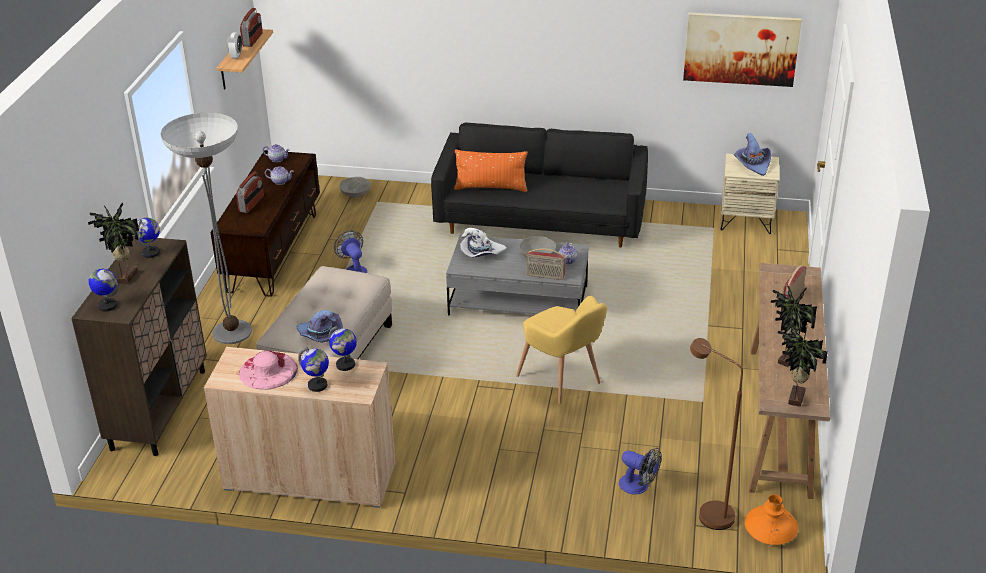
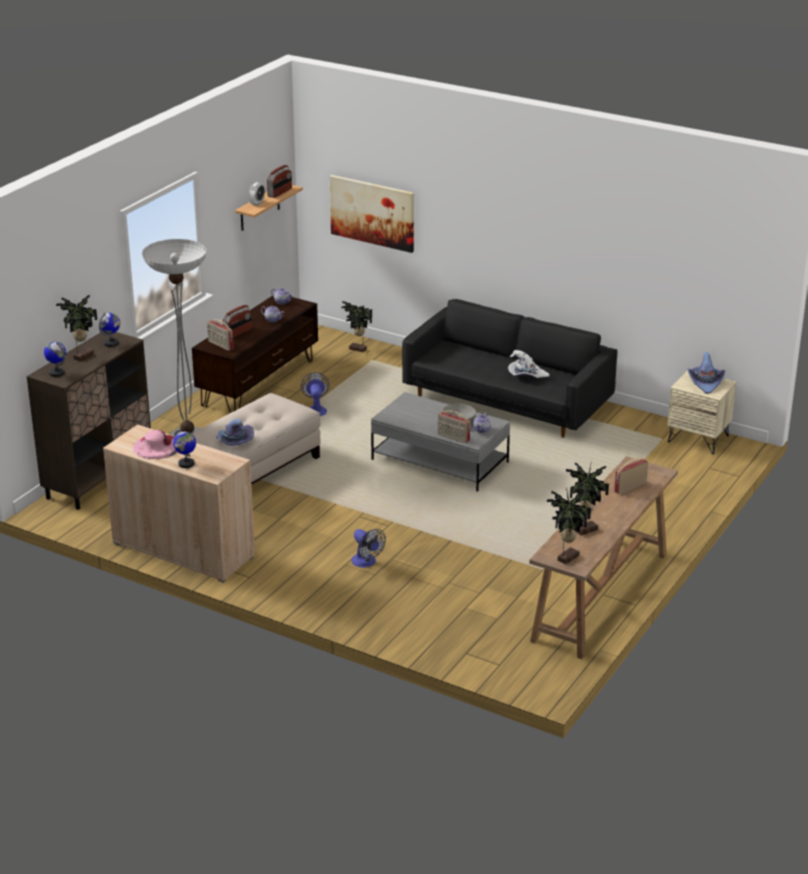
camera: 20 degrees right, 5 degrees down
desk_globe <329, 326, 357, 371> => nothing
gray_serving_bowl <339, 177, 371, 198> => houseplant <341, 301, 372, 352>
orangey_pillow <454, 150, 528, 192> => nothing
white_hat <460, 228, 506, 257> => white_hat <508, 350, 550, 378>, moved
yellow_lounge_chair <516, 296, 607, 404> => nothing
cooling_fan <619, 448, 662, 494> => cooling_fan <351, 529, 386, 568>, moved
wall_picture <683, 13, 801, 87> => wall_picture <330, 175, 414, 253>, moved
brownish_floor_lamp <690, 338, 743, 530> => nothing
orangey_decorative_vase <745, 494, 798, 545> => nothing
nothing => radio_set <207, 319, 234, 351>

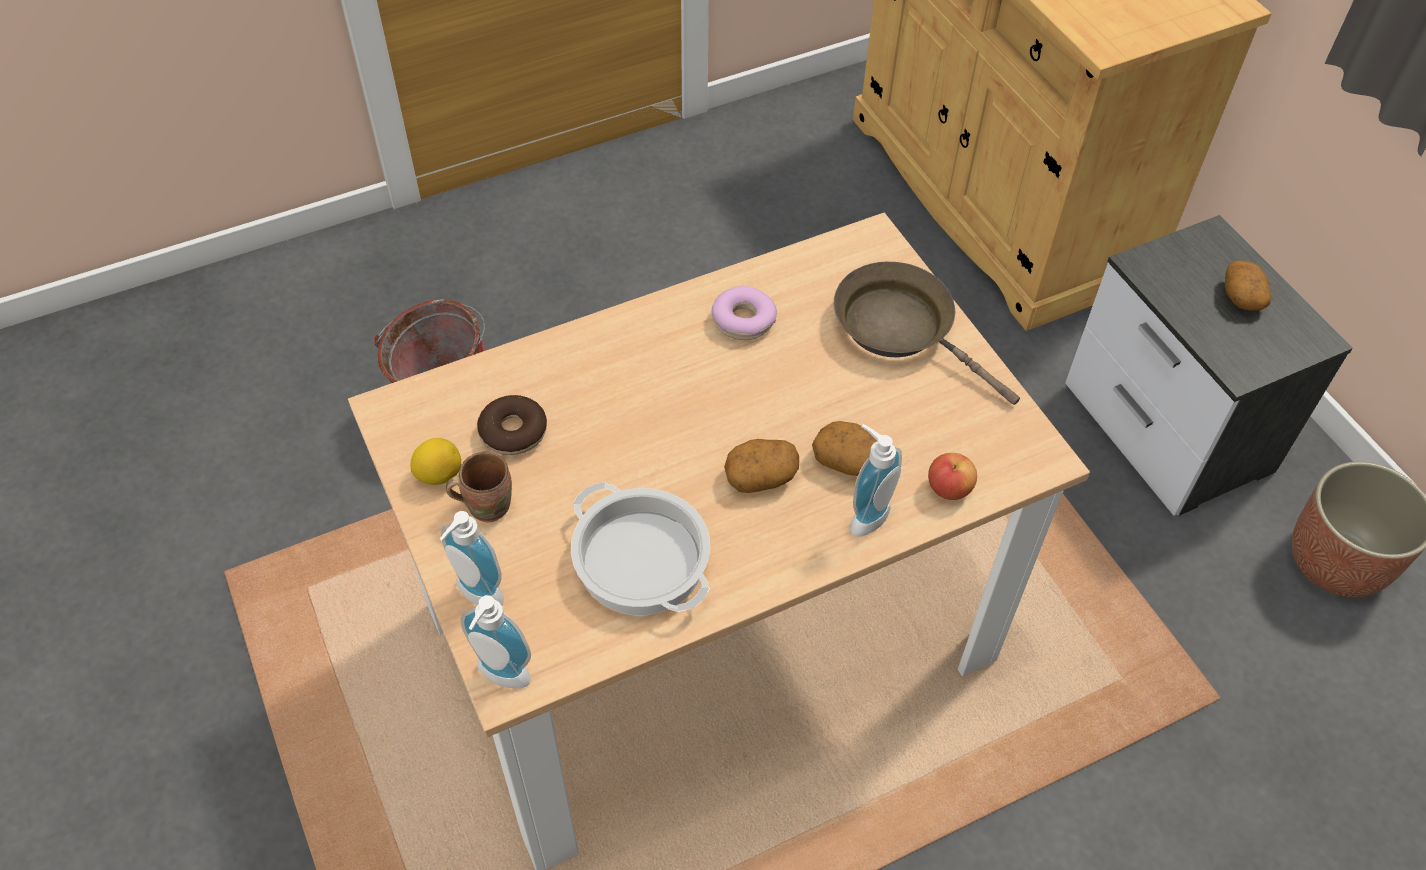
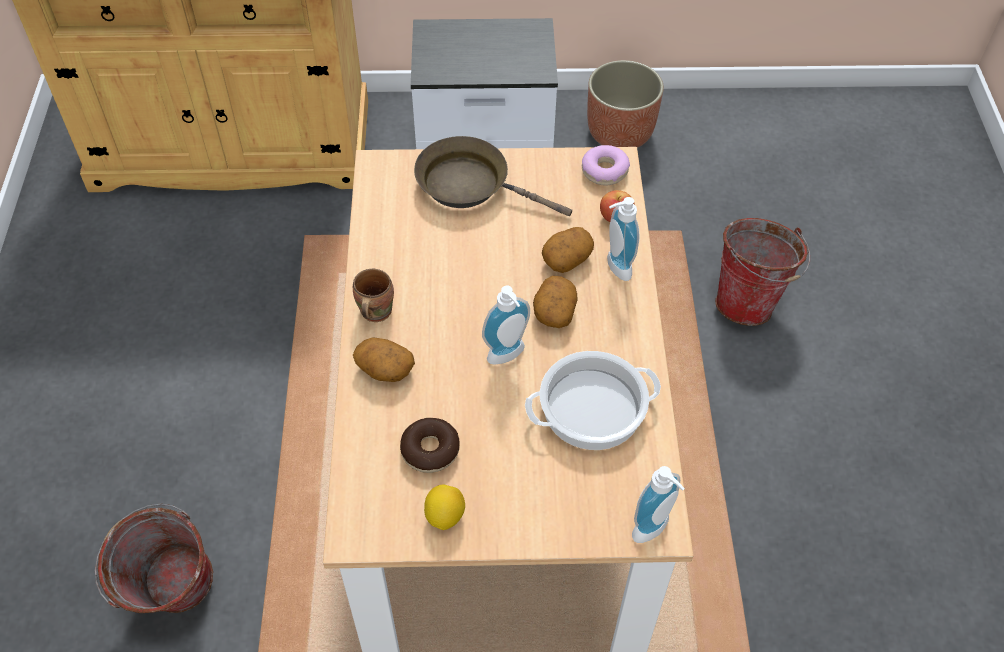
camera: 65 degrees left, 0 degrees up
soap_bottle <440, 511, 504, 605> => soap_bottle <482, 286, 530, 365>, moved
brownish_tea_mug <446, 452, 512, 522> => brownish_tea_mug <353, 269, 394, 322>, moved
doughnut <712, 286, 777, 340> => doughnut <582, 145, 630, 186>, moved
brownish_skillet <834, 262, 1020, 405> => brownish_skillet <414, 136, 572, 216>, 45 degrees clockwise
potato <1225, 260, 1271, 311> => potato <353, 337, 415, 382>, moved
nothing => bucket <715, 218, 810, 326>

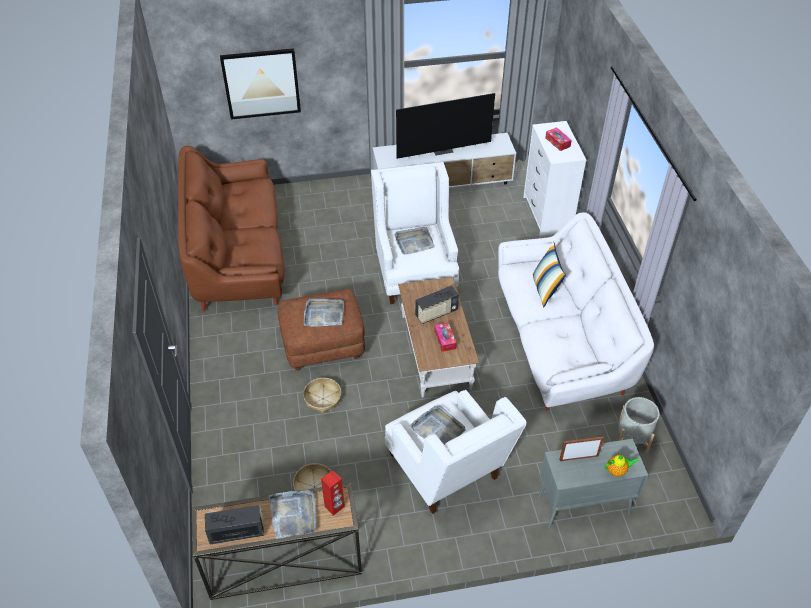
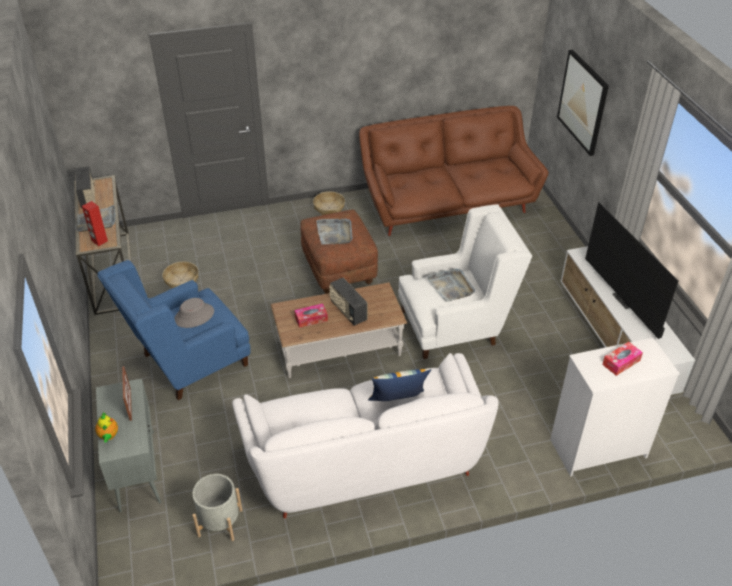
camera: 85 degrees right, 5 degrees down
household_basket <303, 378, 342, 413> => household_basket <313, 192, 345, 215>, moved
white_lounge_chair <385, 390, 527, 514> => blue_lounge_chair <97, 260, 251, 400>
gray_tray <409, 405, 465, 445> => gray_hat <174, 298, 214, 328>

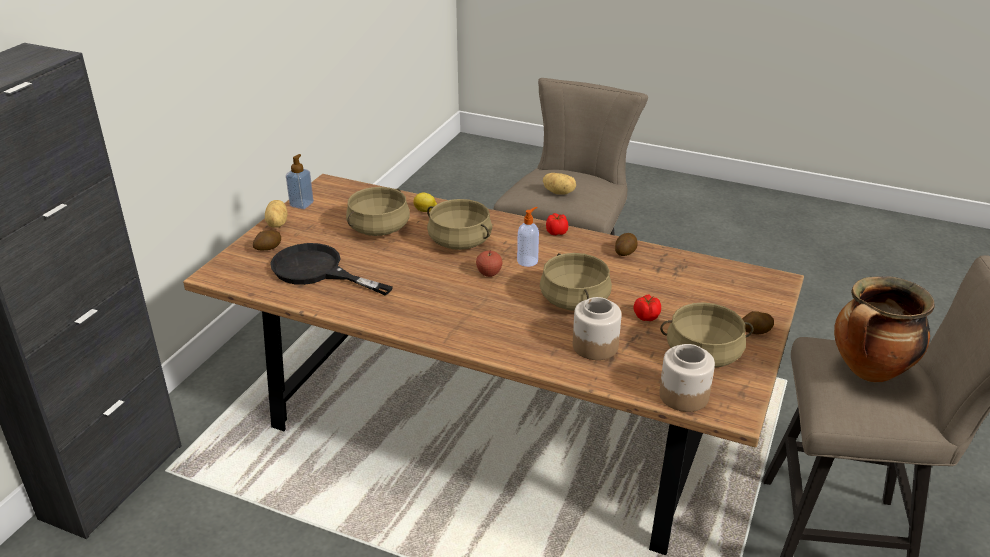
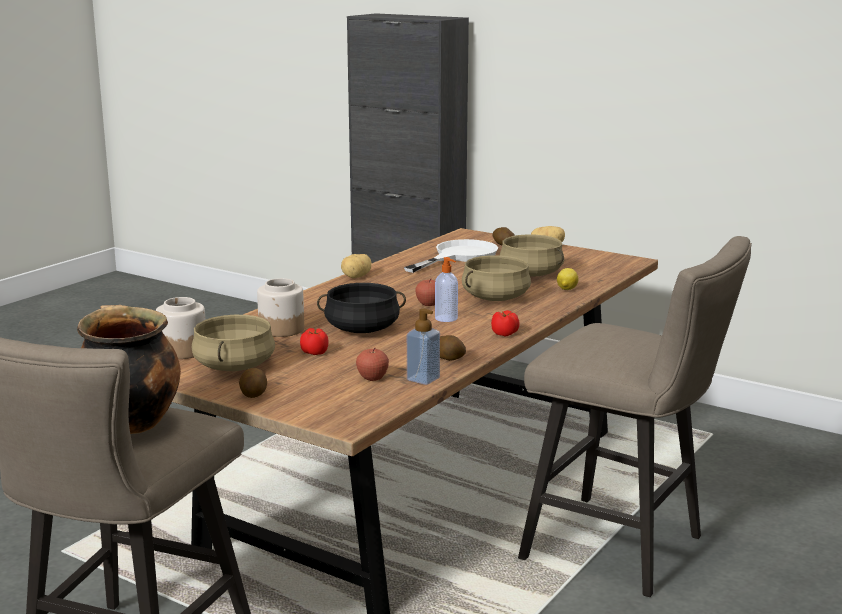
camera: 100 degrees right, 15 degrees down
blackish_skillet <270, 243, 393, 295> => white_skillet <404, 239, 498, 273>
soap_bottle <286, 154, 314, 209> => soap_bottle <407, 309, 440, 385>, moved
beige_cooking_pot <540, 253, 612, 311> => blackish_cooking_pot <317, 283, 406, 333>
potato <543, 173, 576, 195> => potato <341, 254, 371, 278>, moved
nothing => apple <356, 348, 389, 381>

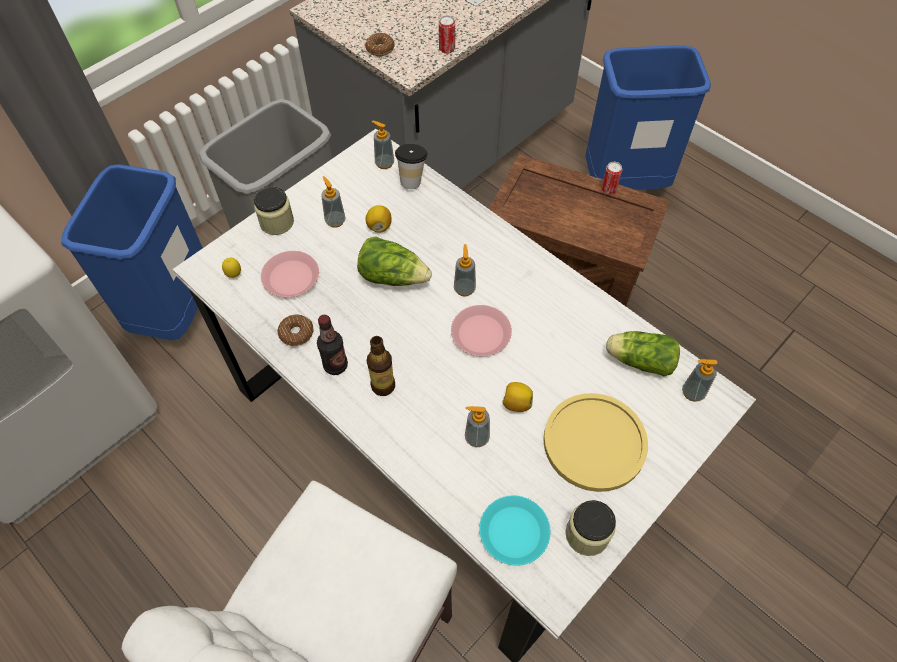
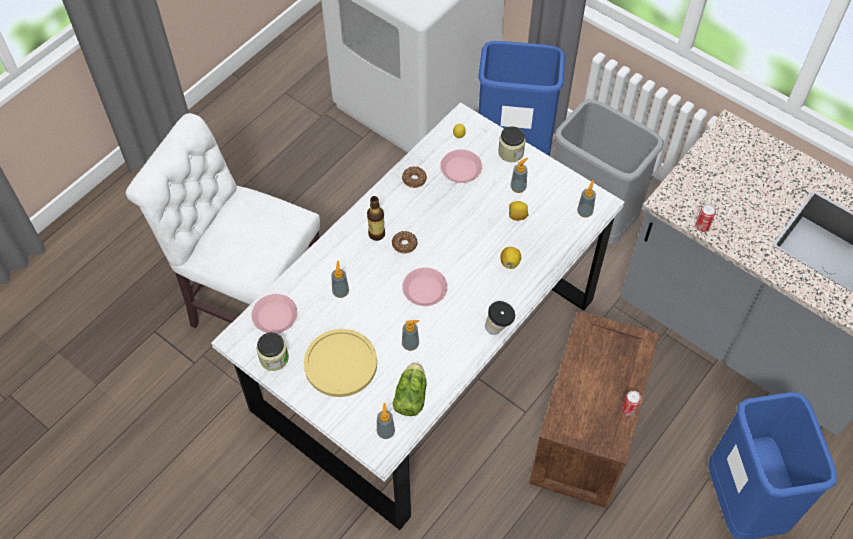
camera: 85 degrees right, 0 degrees up
beverage_bottle <317, 315, 348, 375> => nothing
lettuce <357, 237, 432, 286> => nothing
doughnut <365, 33, 395, 56> => doughnut <392, 231, 418, 254>, moved
cup <395, 144, 428, 189> => cup <485, 301, 515, 335>, moved
soap_bottle <454, 244, 476, 297> => soap_bottle <402, 320, 419, 351>, moved
turquoise_dinner_plate <479, 495, 550, 566> => pink-coloured_dinner_plate <252, 294, 297, 333>
lemon <503, 382, 533, 412> => lemon <500, 247, 521, 269>, moved

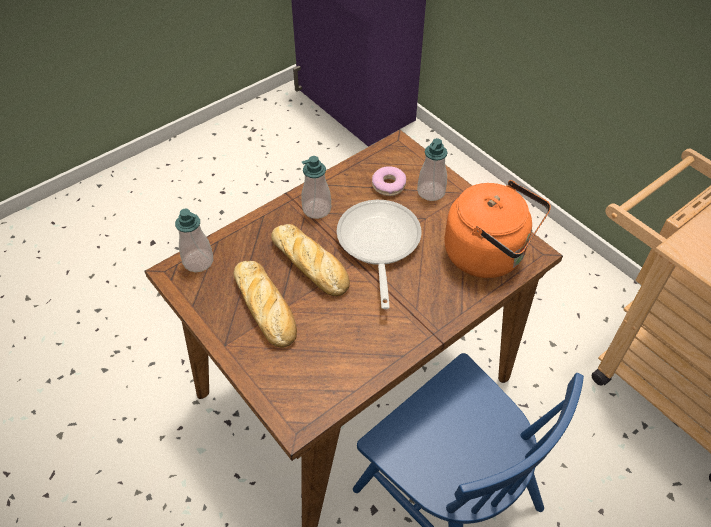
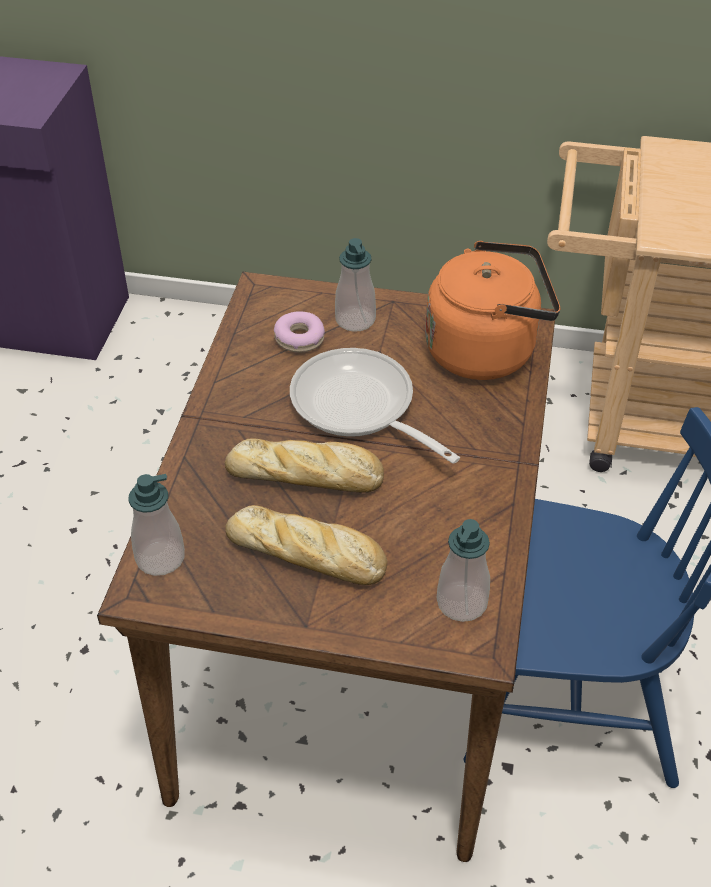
camera: 40 degrees left, 5 degrees down
soap_bottle <302, 156, 331, 219> => soap_bottle <437, 519, 490, 622>, moved

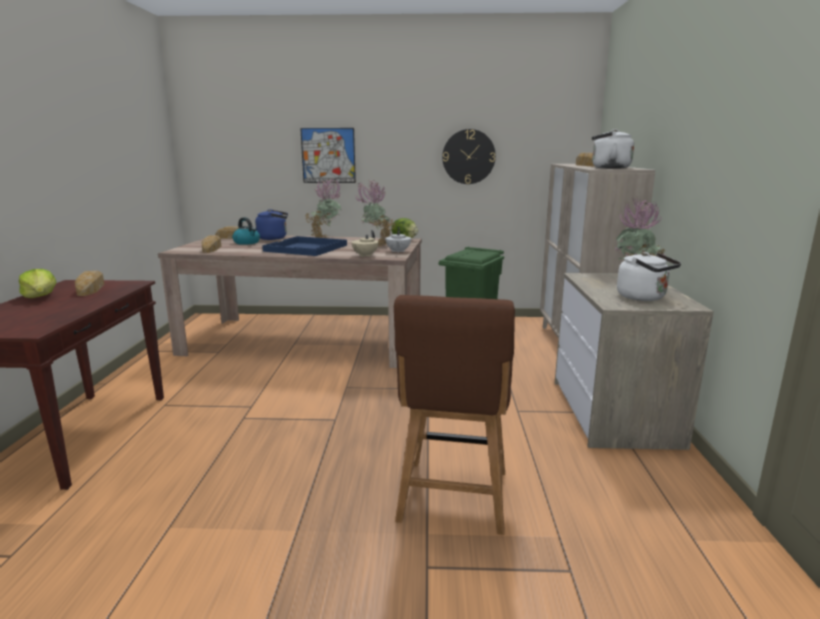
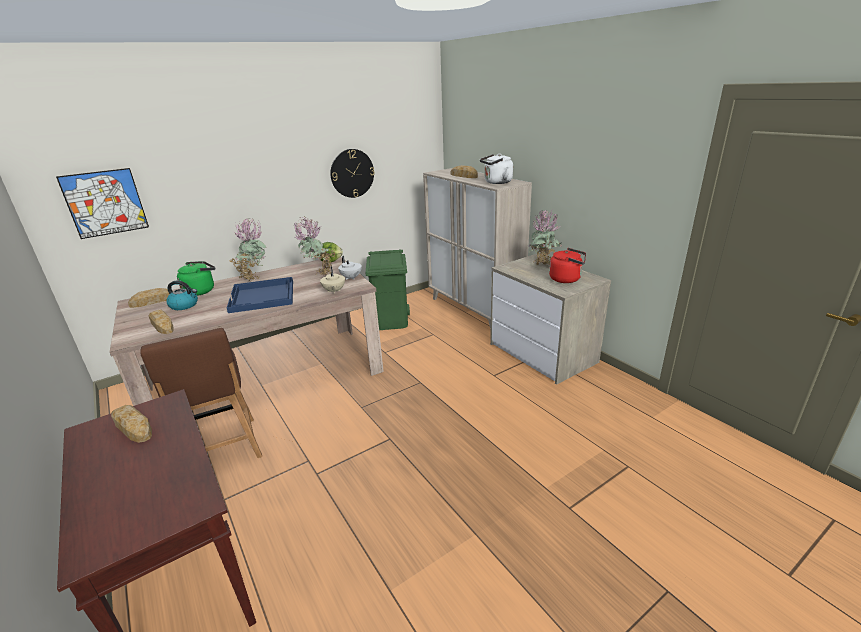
camera: 35 degrees left, 10 degrees up
lettuce <19, 269, 56, 298> => nothing
blue_kettle <255, 209, 288, 240> => green-coloured_kettle <177, 261, 215, 296>
wall_picture <300, 128, 356, 183> => wall_picture <56, 168, 149, 239>, moved
brownish_upright_chair <394, 295, 515, 535> => brownish_upright_chair <140, 328, 262, 458>, moved
white_kettle <617, 252, 681, 301> => red_kettle <549, 248, 586, 283>

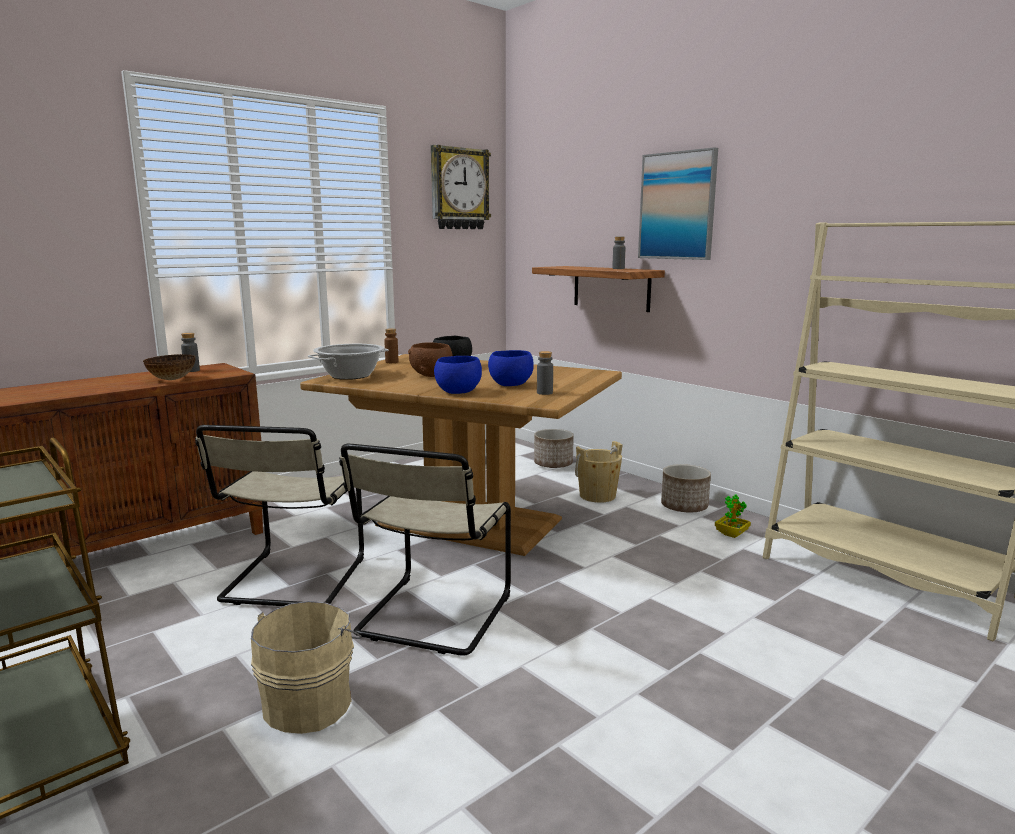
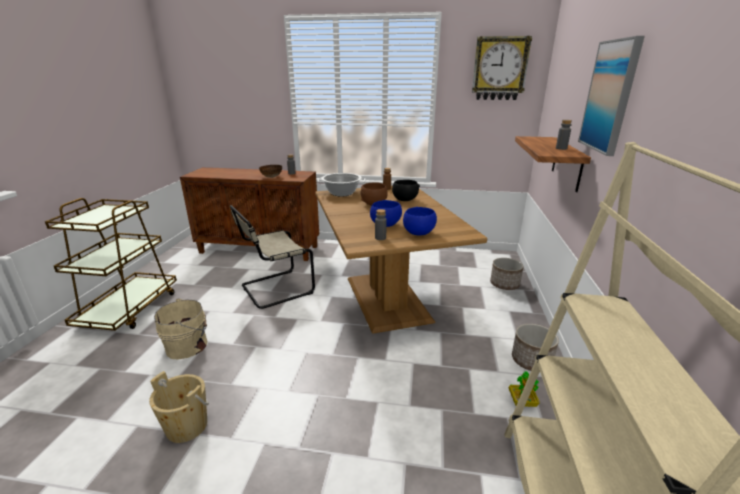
camera: 50 degrees right, 10 degrees up
beige_upright_chair <339, 444, 511, 656> => nothing
blue_serving_bowl <434, 356, 482, 394> => blue_serving_bowl <403, 207, 437, 235>, moved
beige_bucket <575, 441, 623, 503> => beige_bucket <149, 371, 209, 443>, moved

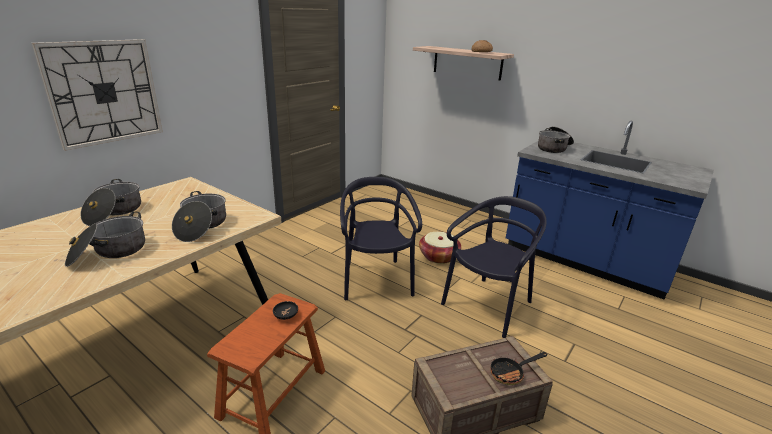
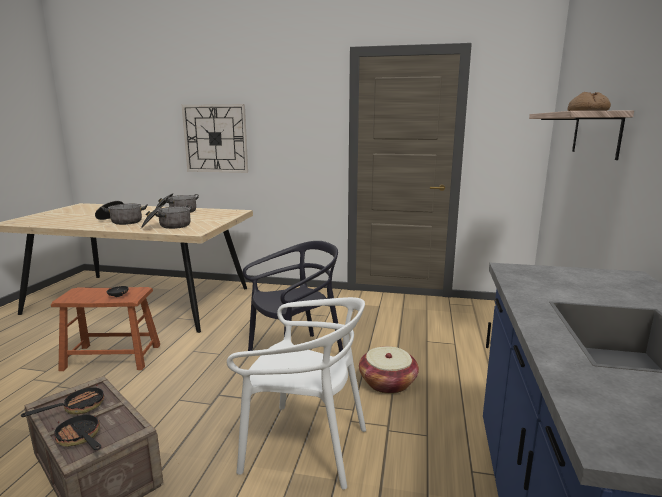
camera: 65 degrees right, 10 degrees down
blackish_upright_chair <441, 196, 547, 338> => white_upright_chair <227, 297, 366, 490>
cooking_pot <538, 127, 574, 153> => nothing
nothing => skillet <21, 380, 104, 417>

